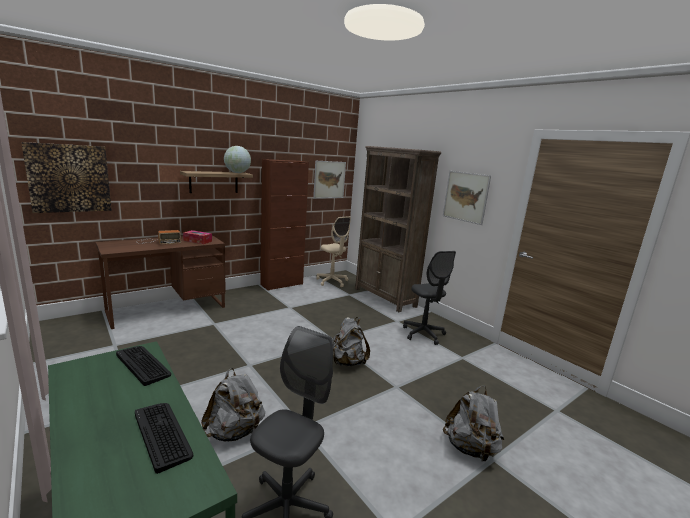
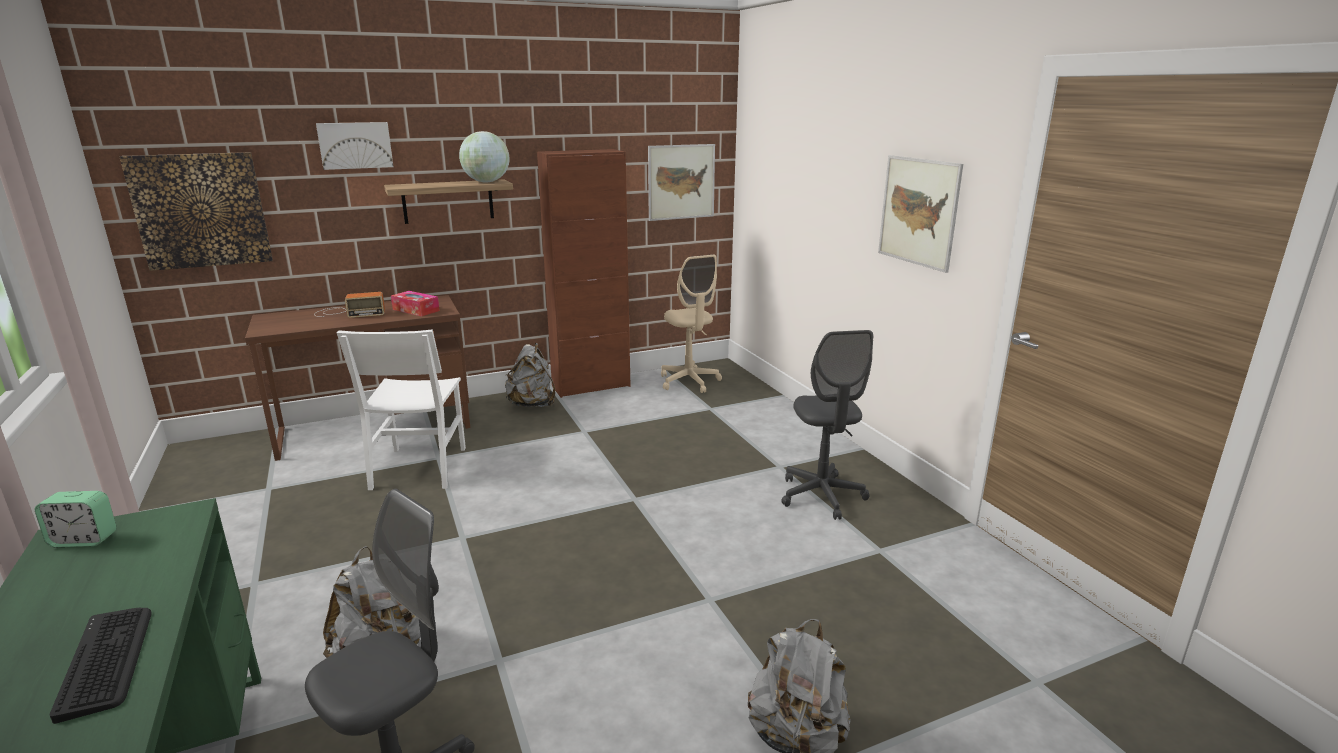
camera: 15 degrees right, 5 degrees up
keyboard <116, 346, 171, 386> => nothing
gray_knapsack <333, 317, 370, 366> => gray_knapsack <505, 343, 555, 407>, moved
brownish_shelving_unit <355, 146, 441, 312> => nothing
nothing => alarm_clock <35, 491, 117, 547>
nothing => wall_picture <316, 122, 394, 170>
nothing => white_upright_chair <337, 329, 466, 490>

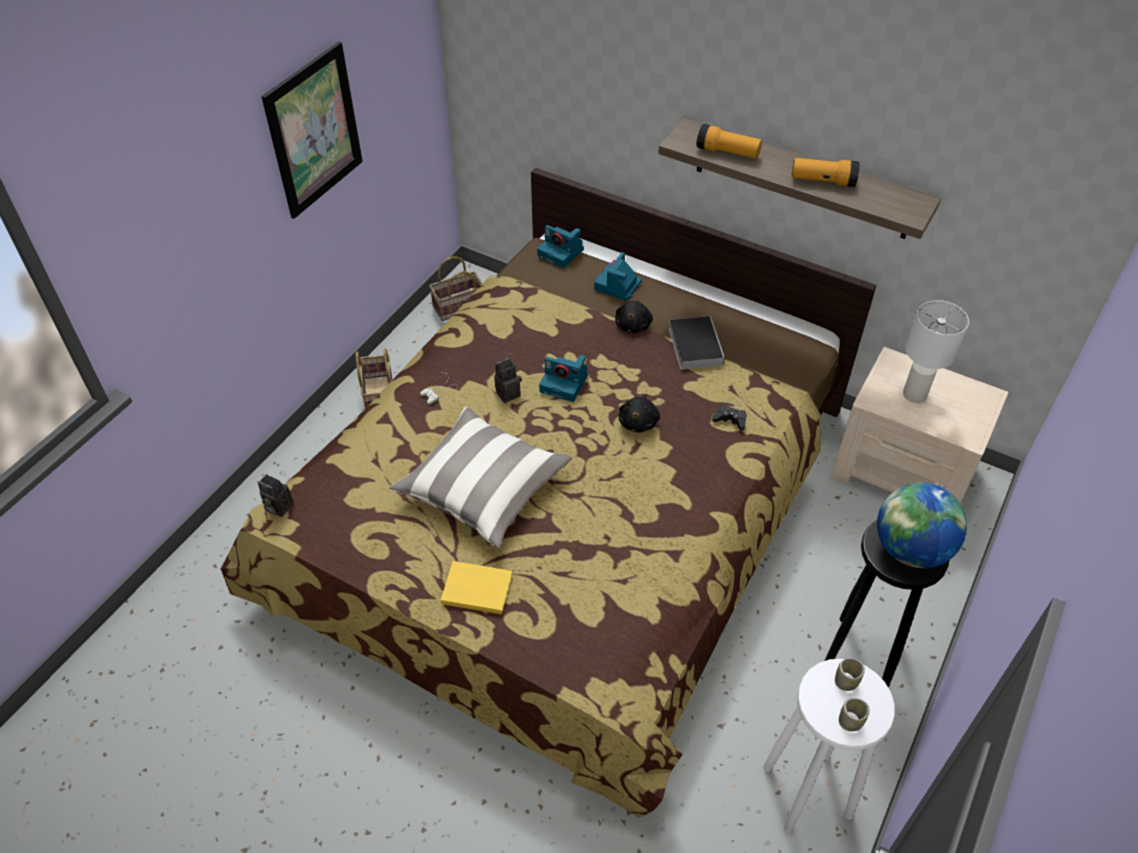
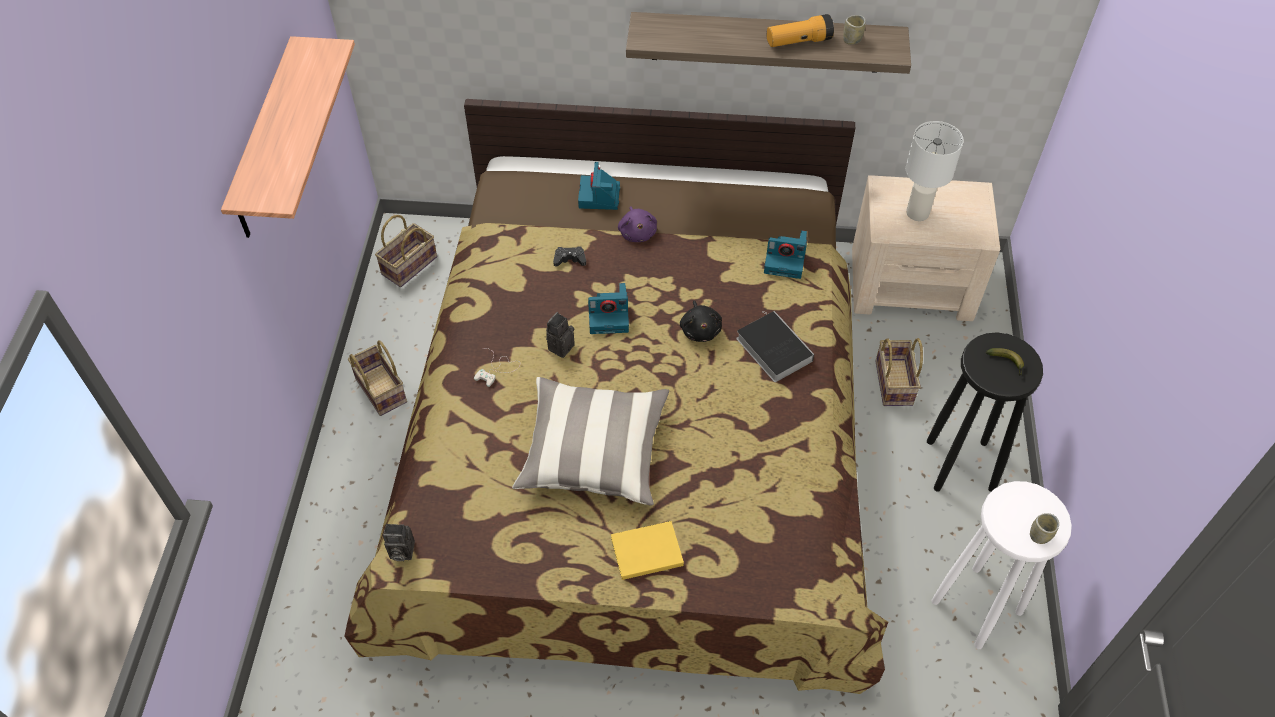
camera: 25 degrees left, 5 degrees up
wall_picture <262, 42, 363, 219> => shelf <221, 36, 355, 238>
still_camera <537, 225, 584, 268> => still_camera <764, 230, 807, 279>, moved
blackish_cuddly_toy <615, 301, 653, 333> => purple_cuddly_toy <618, 206, 657, 242>
bound_book <669, 316, 725, 370> => bound_book <736, 311, 814, 382>, moved
torch <696, 124, 762, 159> => nothing
blackish_game_controller <712, 404, 747, 430> => blackish_game_controller <553, 246, 586, 267>, moved
cup <835, 658, 865, 691> => cup <843, 15, 866, 45>, moved
desk_globe <877, 482, 967, 568> => banana_fruit <986, 348, 1024, 376>
nothing => household_basket <875, 338, 923, 406>

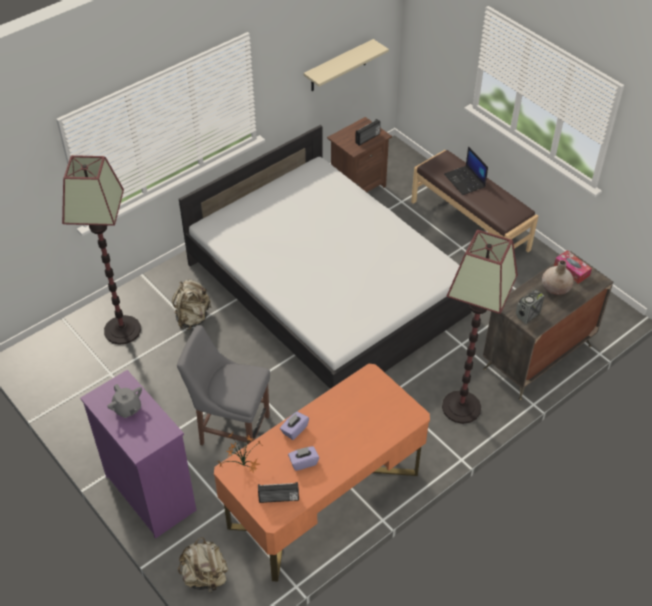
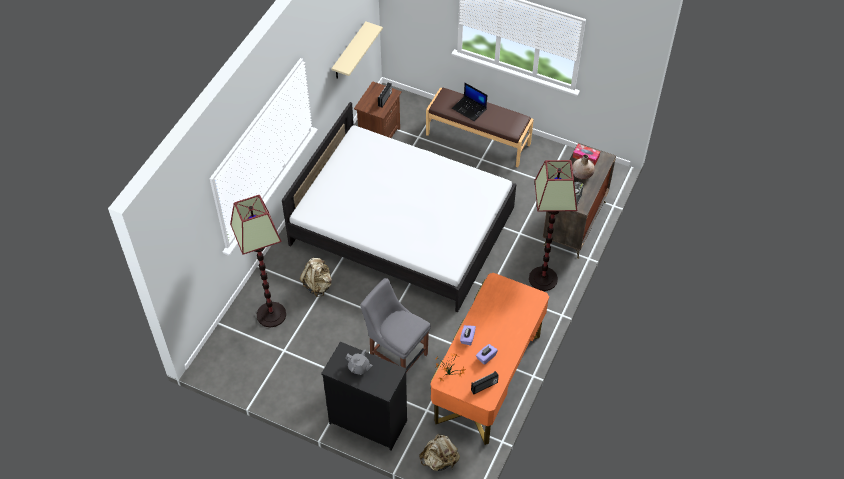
camera: 25 degrees left, 5 degrees up
purple_chest_of_drawers <80, 370, 196, 539> => blackish_chest_of_drawers <321, 342, 407, 451>
gray_upright_chair <177, 325, 270, 445> => gray_upright_chair <360, 278, 431, 372>, 45 degrees clockwise

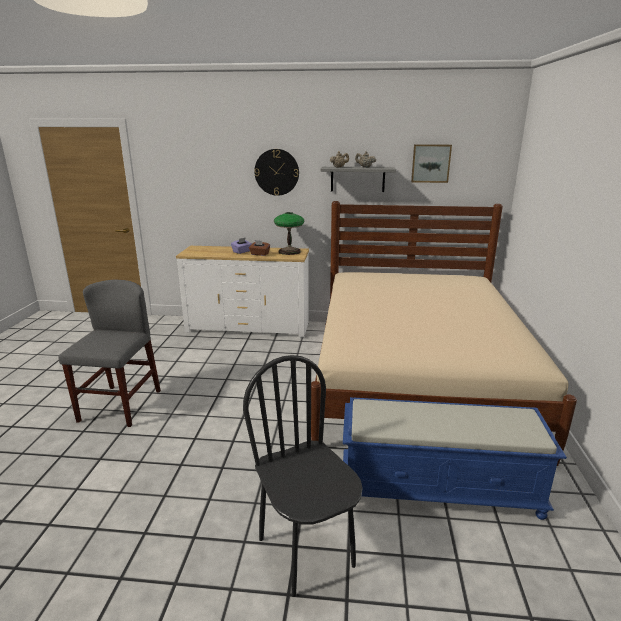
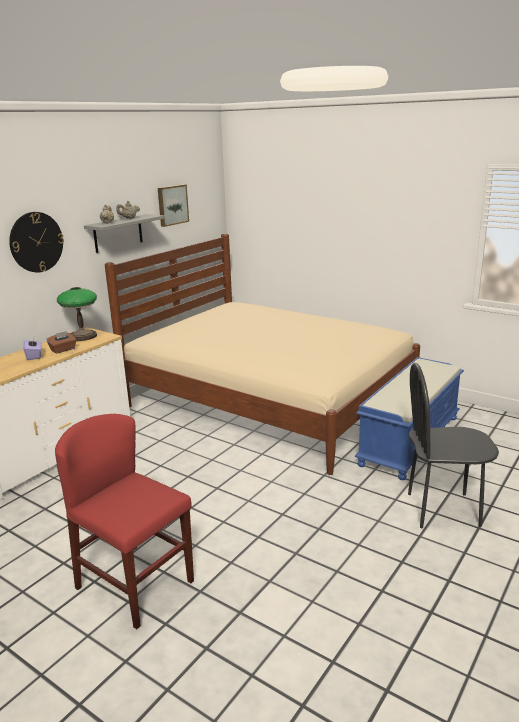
camera: 60 degrees left, 0 degrees up
gray_upright_chair <58, 280, 161, 427> => red_upright_chair <55, 414, 194, 629>

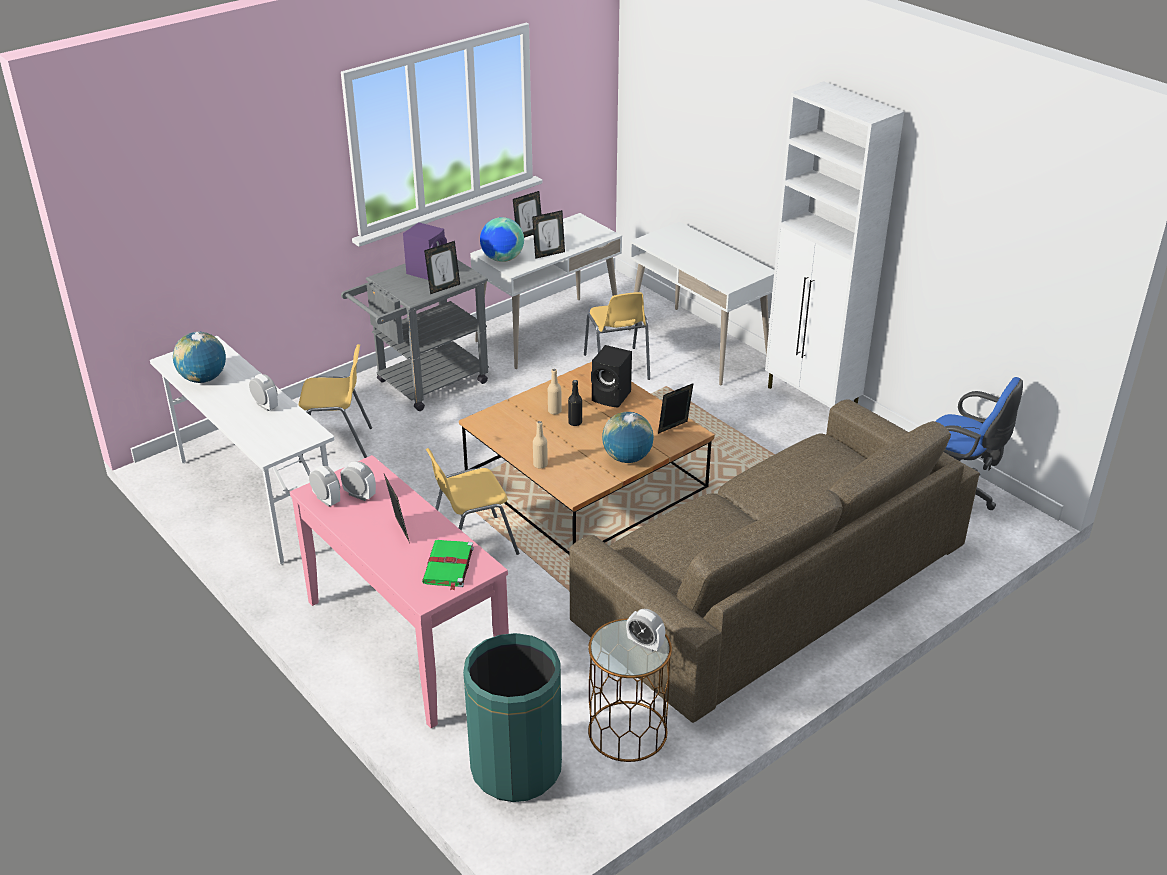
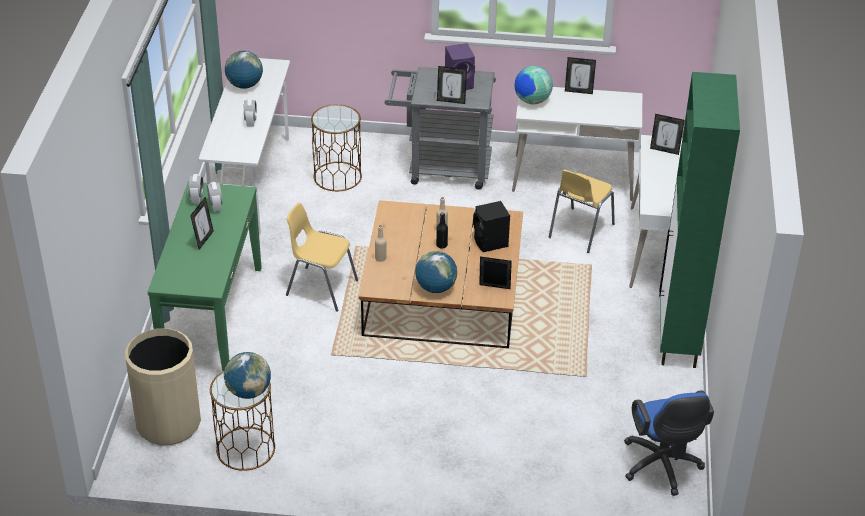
camera: 45 degrees right, 5 degrees up
pink-coloured_hall_table <290, 455, 509, 728> => green-coloured_hall_table <148, 182, 262, 371>
yellow_upright_chair <298, 344, 372, 462> => brownish_end_table <311, 104, 362, 191>
green-coloured_bound_book <422, 540, 474, 590> => nothing
green-coloured_trash_can <463, 633, 562, 802> => beige_trash_can <125, 328, 201, 445>
standing_frame <532, 210, 565, 259> => standing_frame <650, 114, 685, 155>, moved
brownish_couch <569, 399, 979, 723> => nothing
alarm_clock <626, 609, 666, 652> => desk_globe <224, 352, 271, 399>
white_storage_cabinet <765, 81, 904, 408> => green-coloured_storage_cabinet <659, 72, 740, 368>

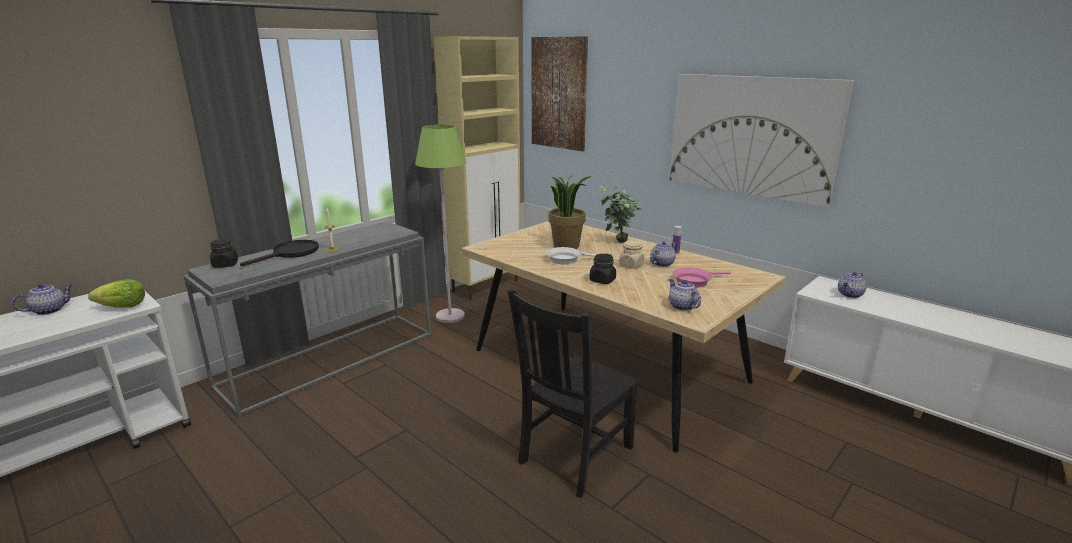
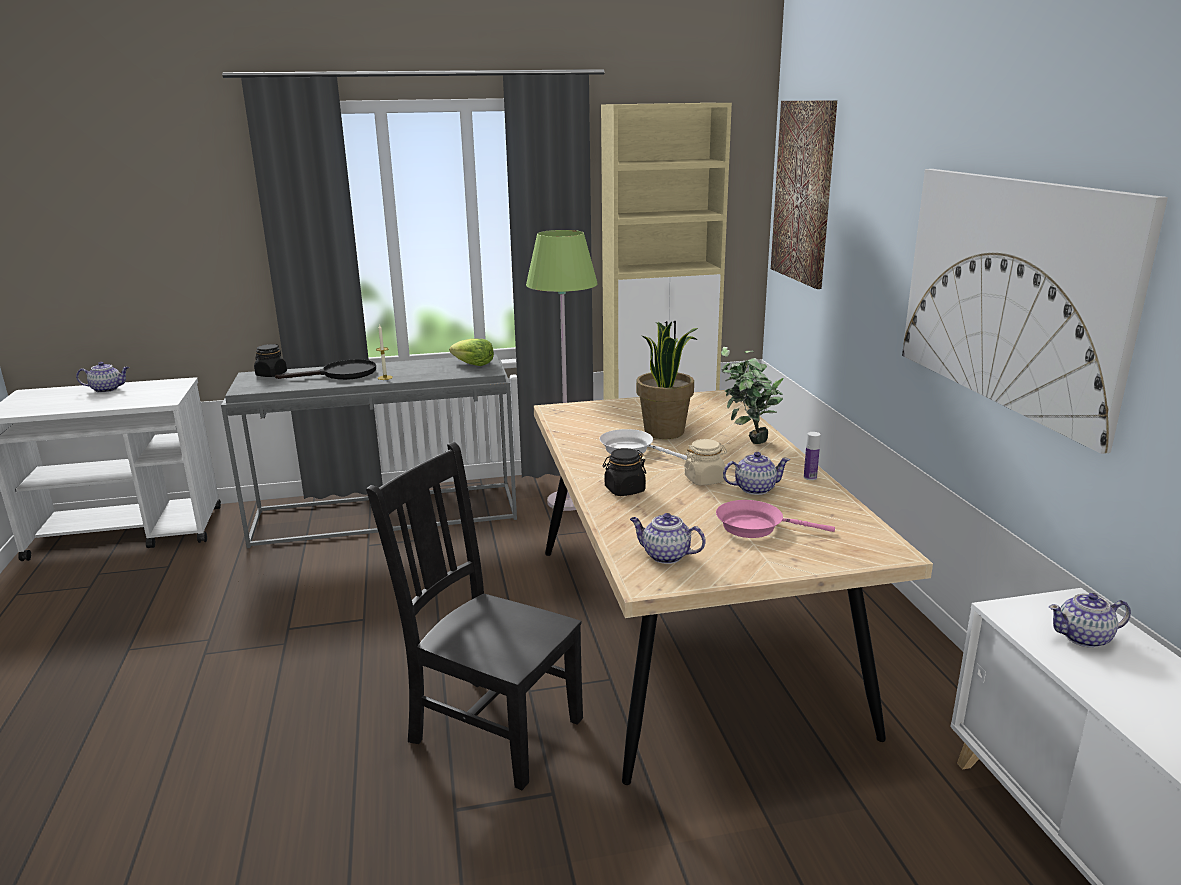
camera: 35 degrees right, 0 degrees up
lettuce <88, 279, 145, 308> => lettuce <449, 339, 494, 366>, moved
blackish_upright_chair <507, 289, 638, 498> => blackish_upright_chair <366, 442, 583, 790>, 45 degrees clockwise
teapot <669, 279, 701, 311> => teapot <630, 513, 705, 564>, 75 degrees counterclockwise

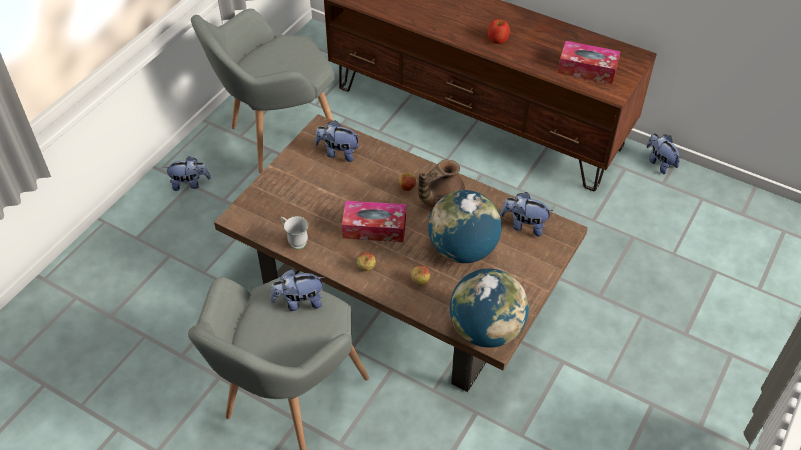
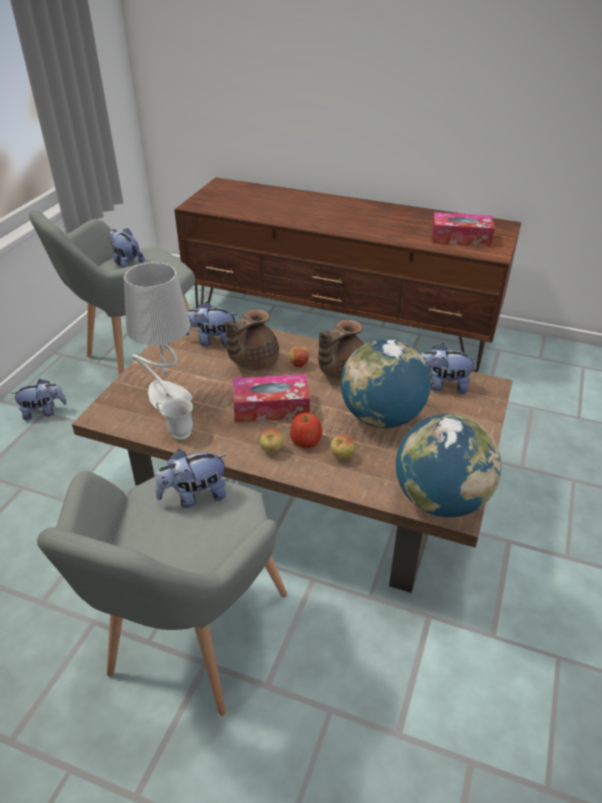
camera: 10 degrees left, 10 degrees down
apple <487, 19, 510, 44> => apple <290, 413, 322, 448>, moved
cuddly_toy <647, 133, 680, 174> => cuddly_toy <109, 228, 145, 268>, moved
nothing => gray_tabletop_lamp <124, 262, 192, 411>
nothing => brownish_teapot <225, 309, 279, 371>

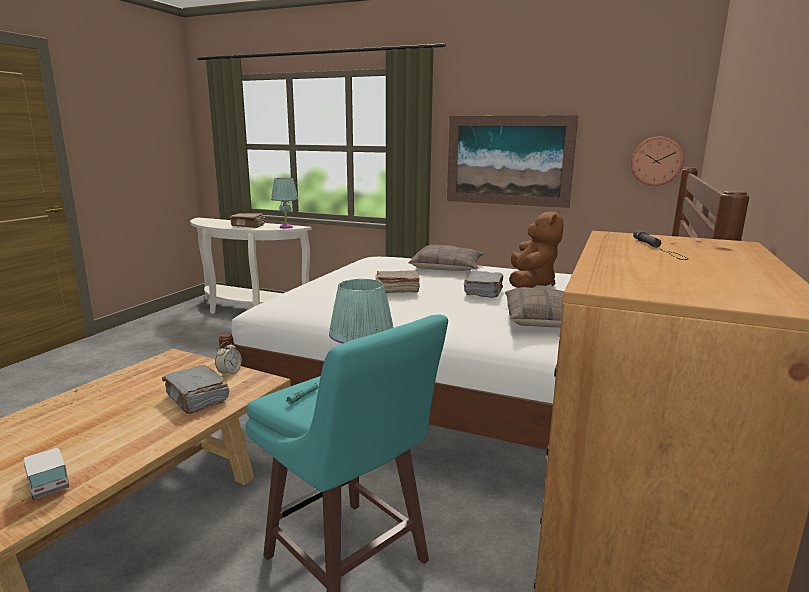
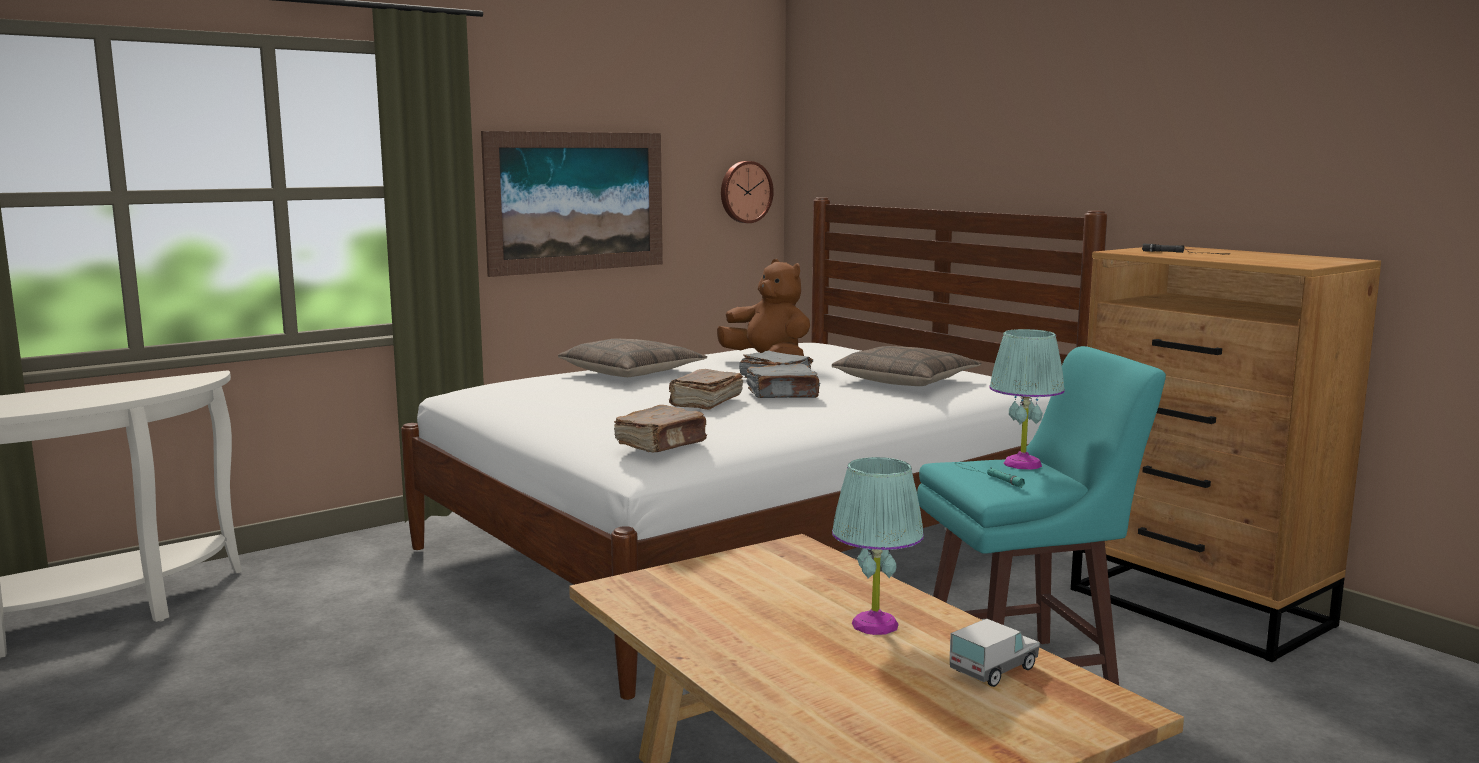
camera: 60 degrees left, 5 degrees down
toy_truck <23, 447, 69, 500> => toy_truck <950, 619, 1040, 687>, 150 degrees clockwise
gray_bound_book <162, 365, 230, 414> => gray_bound_book <746, 364, 821, 398>, moved
alarm_clock <215, 341, 242, 377> => nothing
brownish_bound_book <229, 213, 265, 228> => brownish_bound_book <614, 405, 707, 452>, moved
turquoise_tabletop_lamp <271, 178, 298, 229> => turquoise_tabletop_lamp <832, 457, 924, 635>, moved

